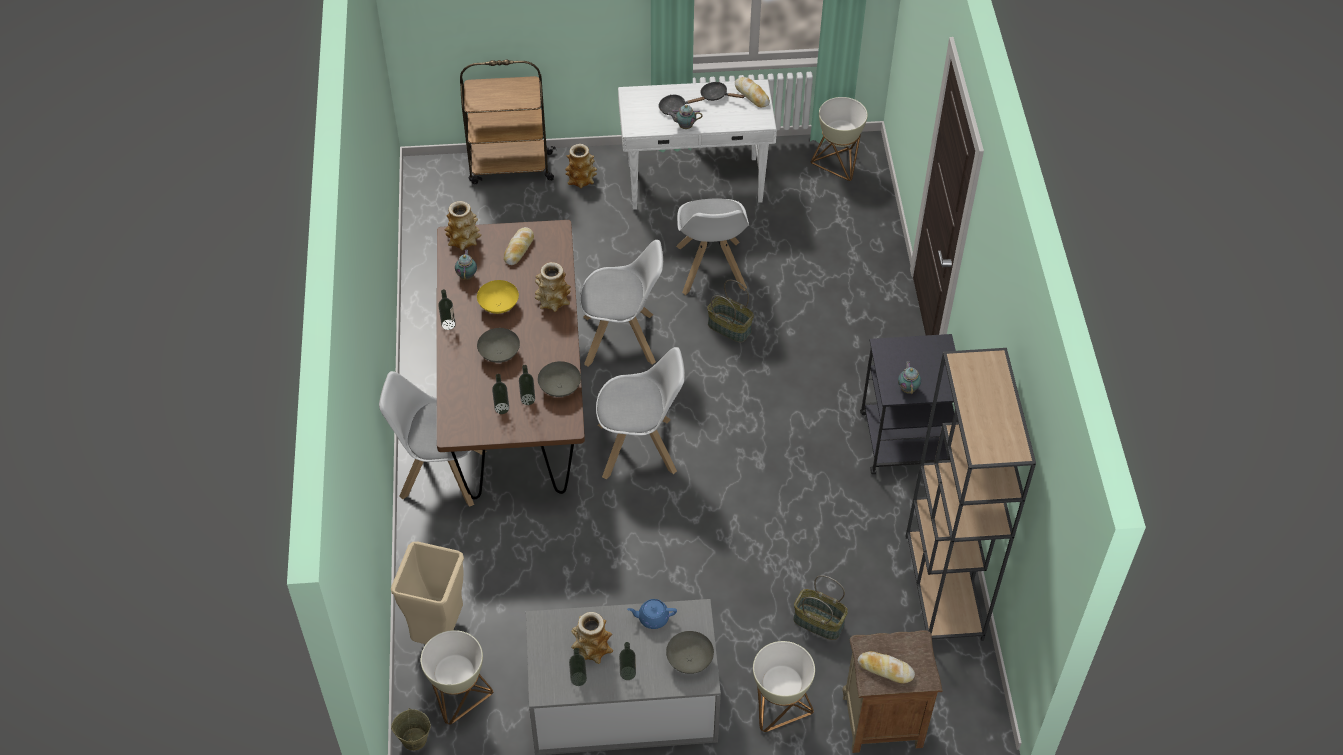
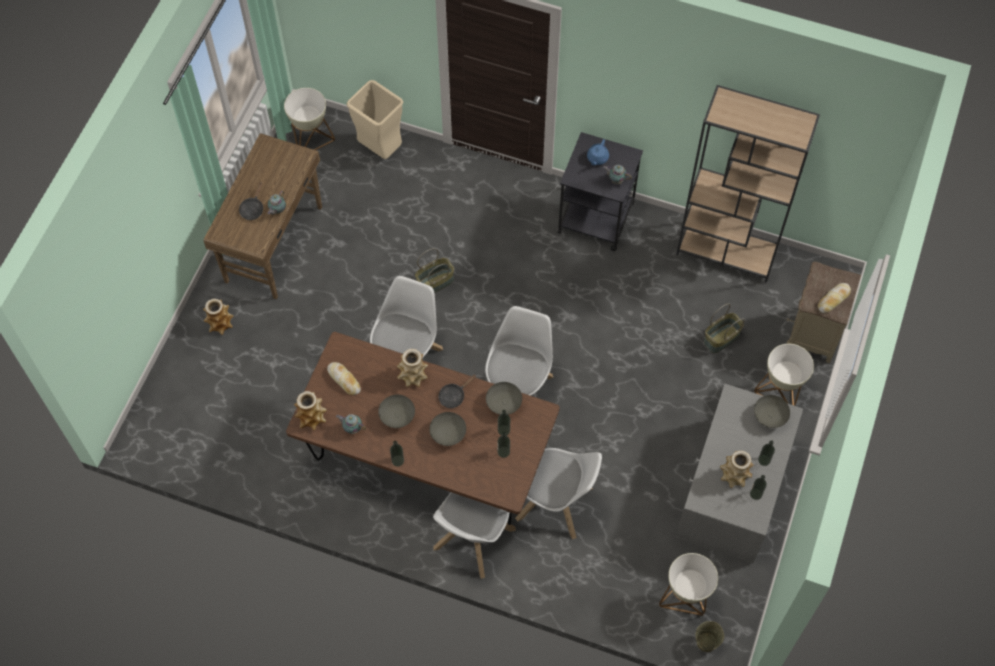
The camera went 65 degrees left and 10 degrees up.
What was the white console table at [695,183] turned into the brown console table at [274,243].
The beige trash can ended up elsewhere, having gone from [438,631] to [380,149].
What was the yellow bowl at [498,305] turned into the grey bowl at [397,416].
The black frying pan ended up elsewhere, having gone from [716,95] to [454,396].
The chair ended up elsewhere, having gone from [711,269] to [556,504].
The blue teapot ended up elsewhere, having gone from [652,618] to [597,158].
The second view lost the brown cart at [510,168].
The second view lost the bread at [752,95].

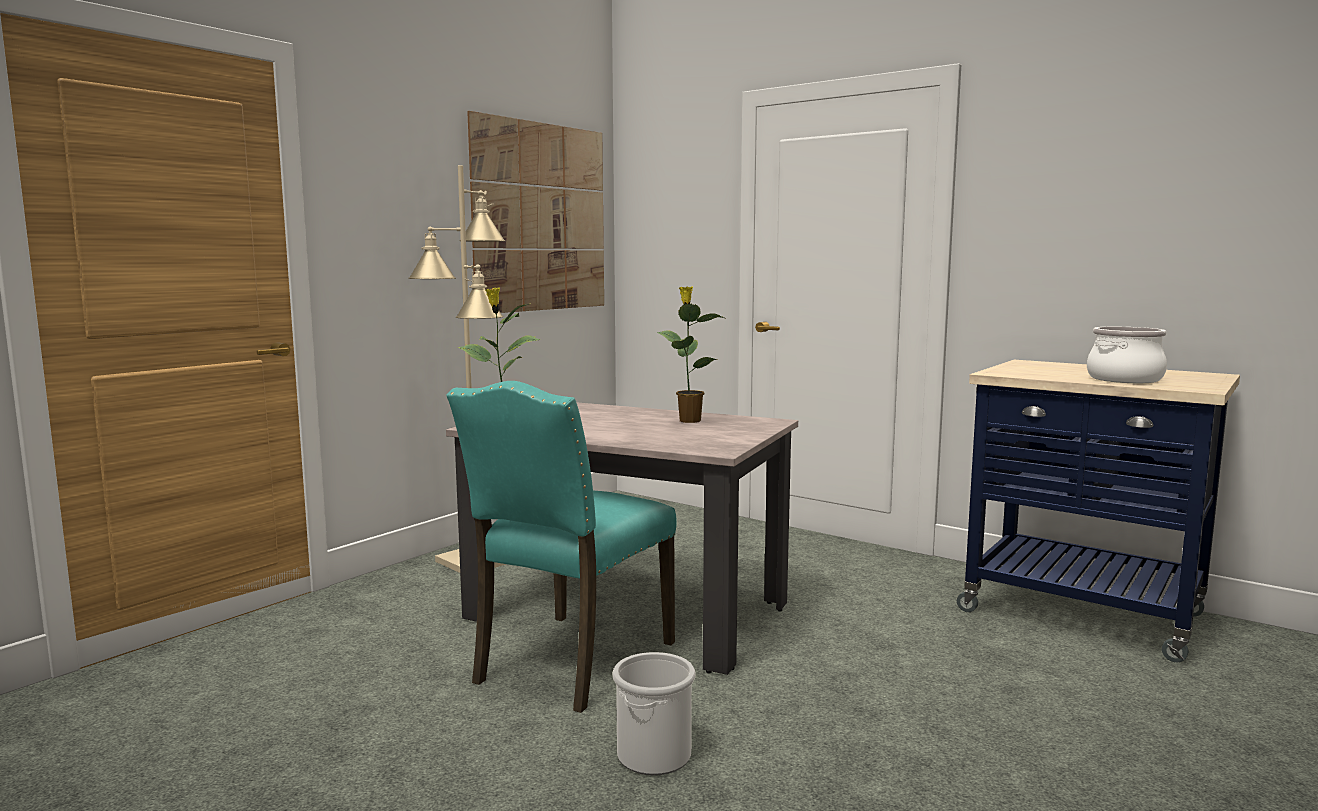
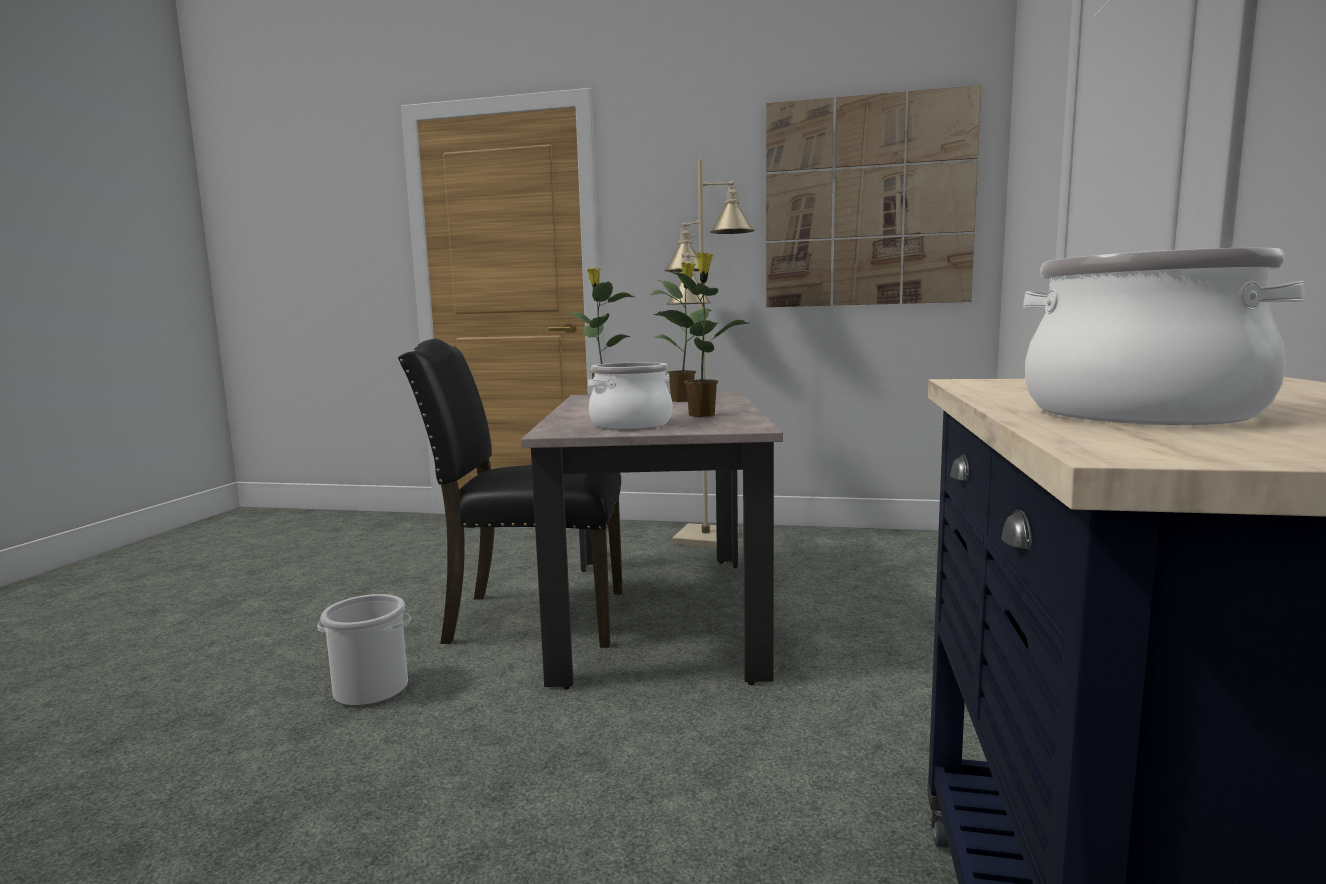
The camera went 65 degrees right and 0 degrees up.
What was the turquoise chair at [570,663] turned into the black chair at [532,618].
The second view gained the cooking pot at [630,424].
The second view gained the potted plant at [684,400].

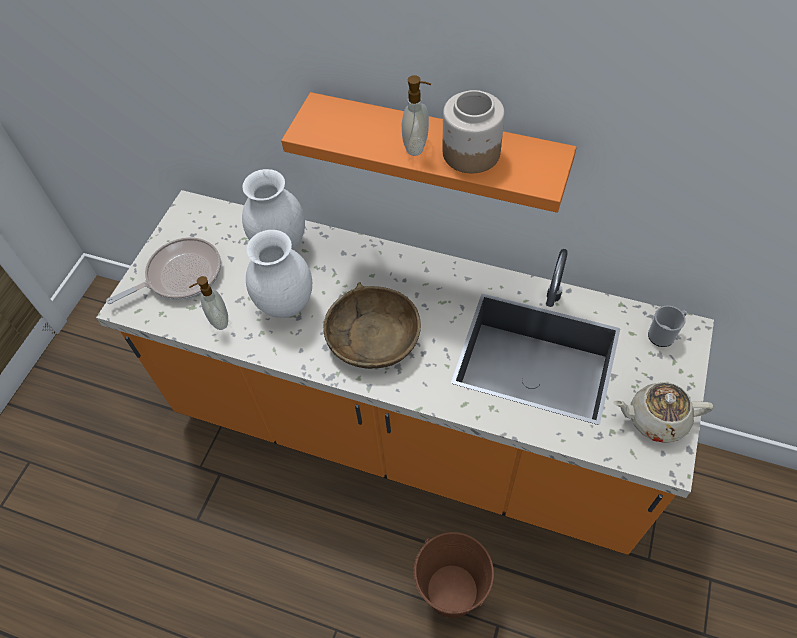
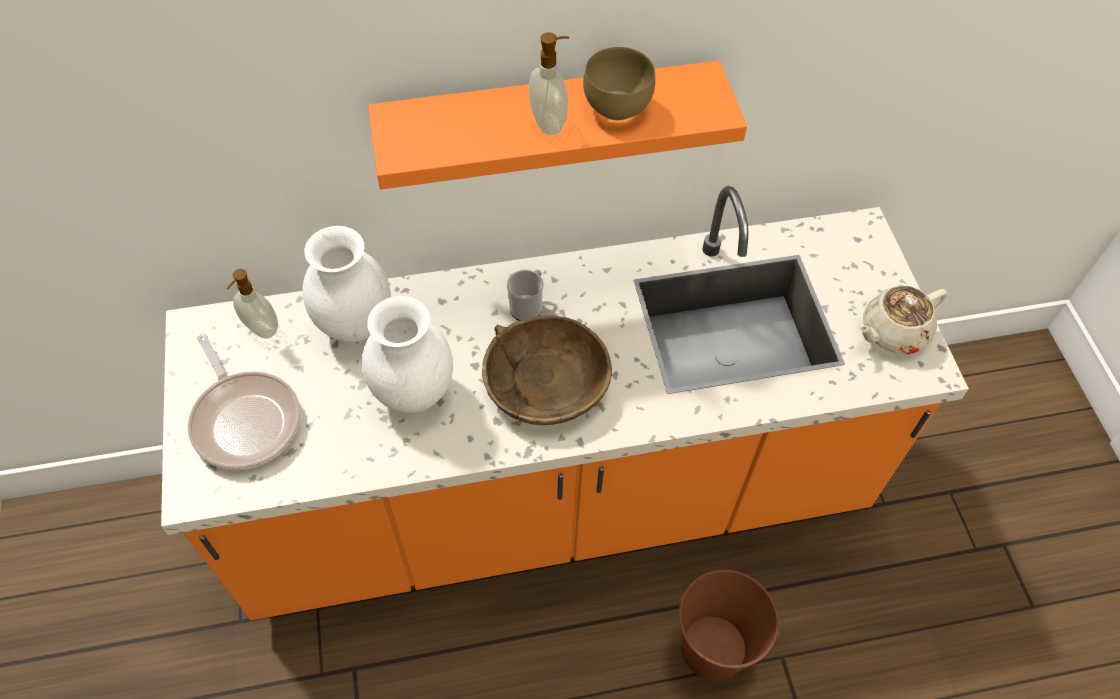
The camera went 35 degrees left and 0 degrees up.
The frying pan at [180,275] ended up facing another way, 120 degrees clockwise from before.
The soap dispenser ended up elsewhere, having gone from [218,321] to [261,329].
The mug ended up elsewhere, having gone from [663,334] to [528,306].
Where the jar stood at [470,153], the brown bowl came to stand at [615,108].

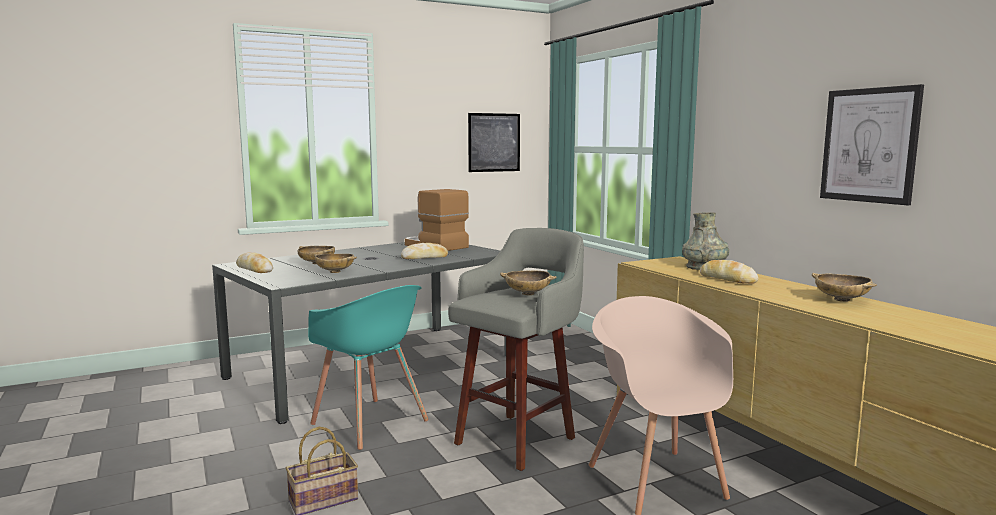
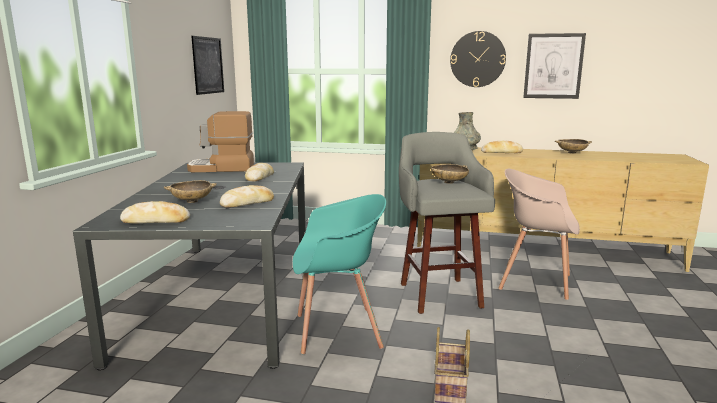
The camera went 50 degrees left and 5 degrees up.
Where the beige bowl stood at [335,272], the bread came to stand at [248,203].
The second view gained the wall clock at [477,59].

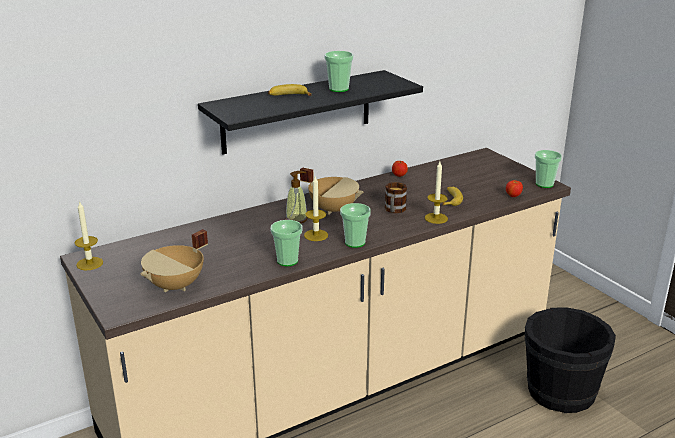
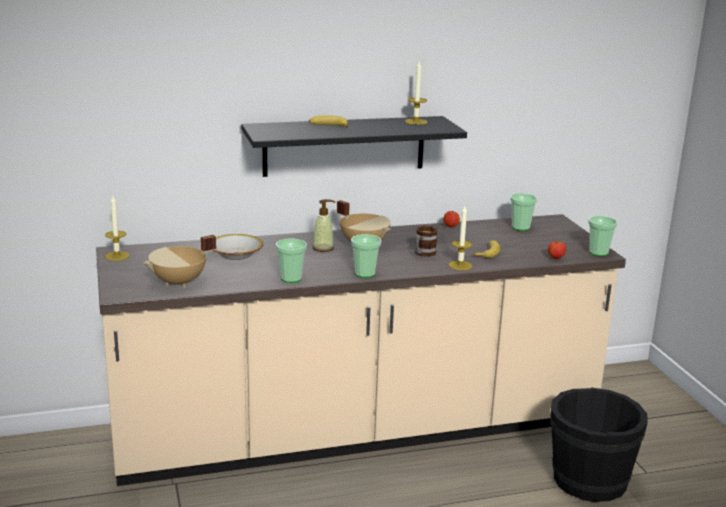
The camera went 15 degrees right and 5 degrees down.
The second view gained the bowl at [236,254].
The candle ended up elsewhere, having gone from [316,235] to [416,121].
The cup ended up elsewhere, having gone from [338,89] to [520,227].

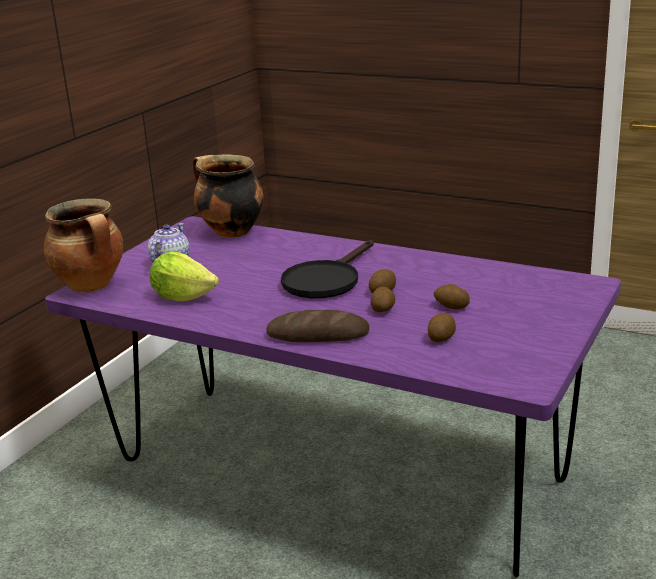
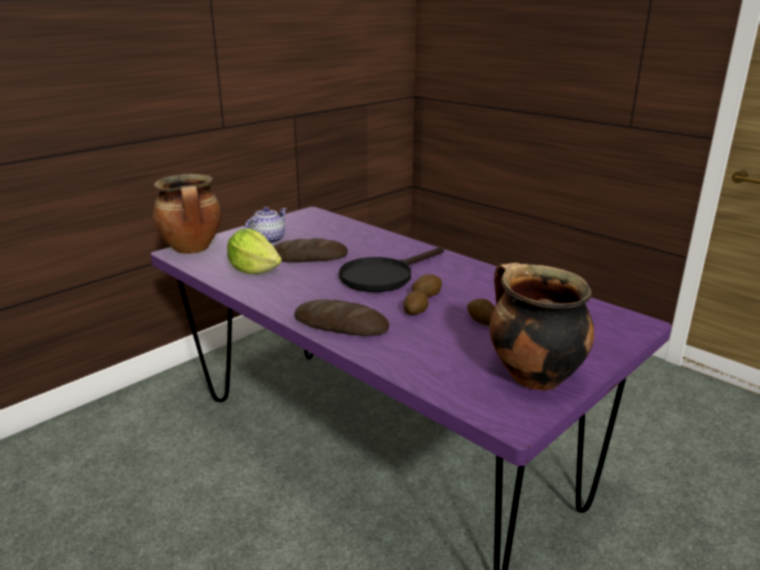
The camera went 15 degrees right and 0 degrees up.
The second view gained the bread at [308,257].
The cooking pot ended up elsewhere, having gone from [230,232] to [532,376].
The second view lost the potato at [441,337].

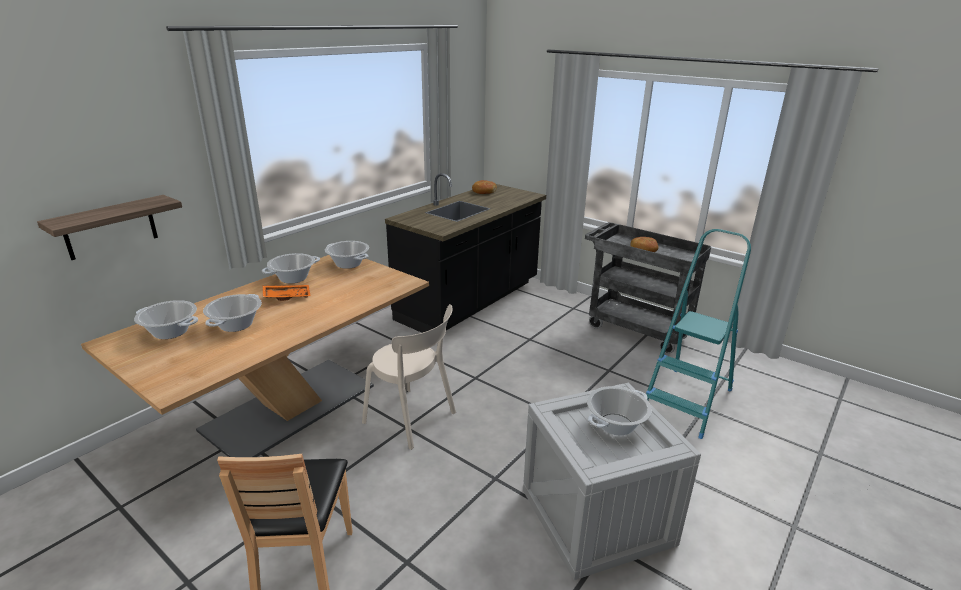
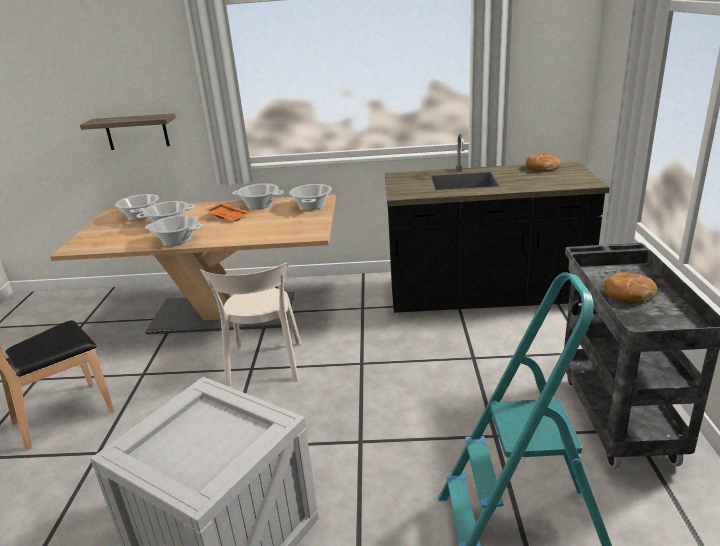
The camera went 55 degrees right and 0 degrees up.
The cooking pot ended up elsewhere, having gone from [616,424] to [177,241].

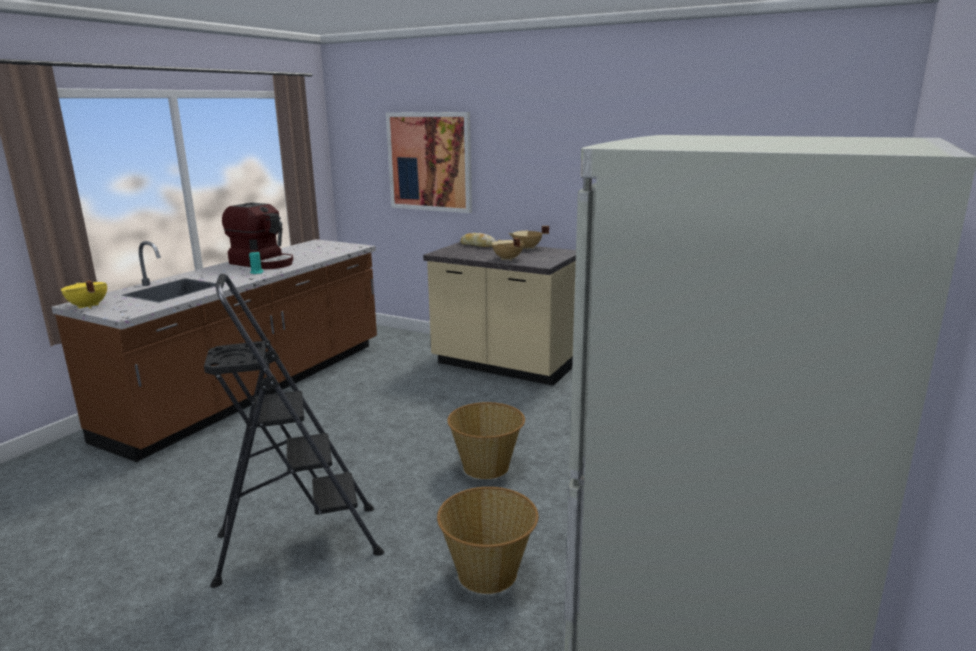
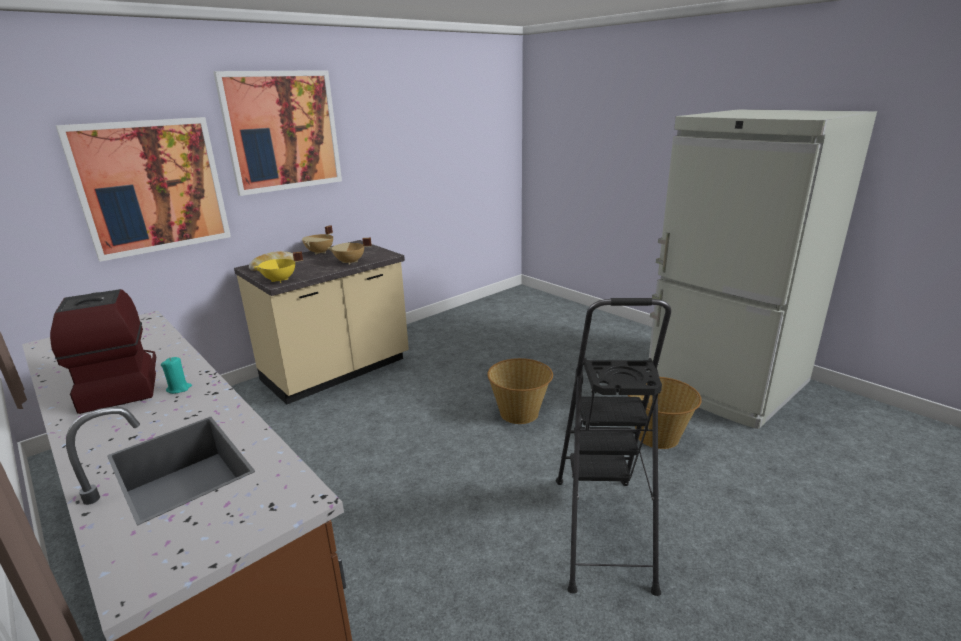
The camera went 70 degrees left and 5 degrees up.
The coffee machine at [263,263] ended up facing another way, 75 degrees counterclockwise from before.
The second view gained the picture at [282,131].
The yellow cooking pot ended up elsewhere, having gone from [87,306] to [280,280].

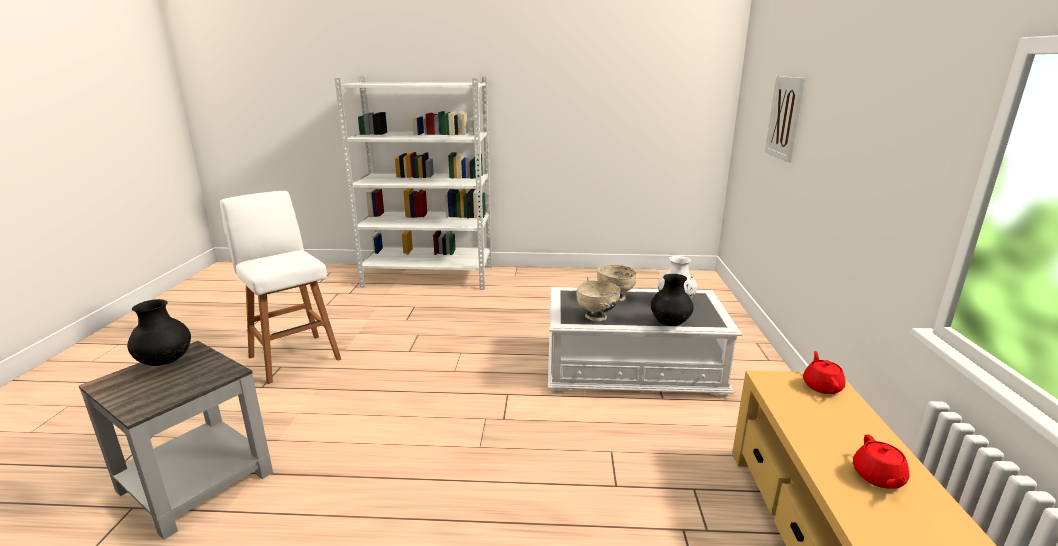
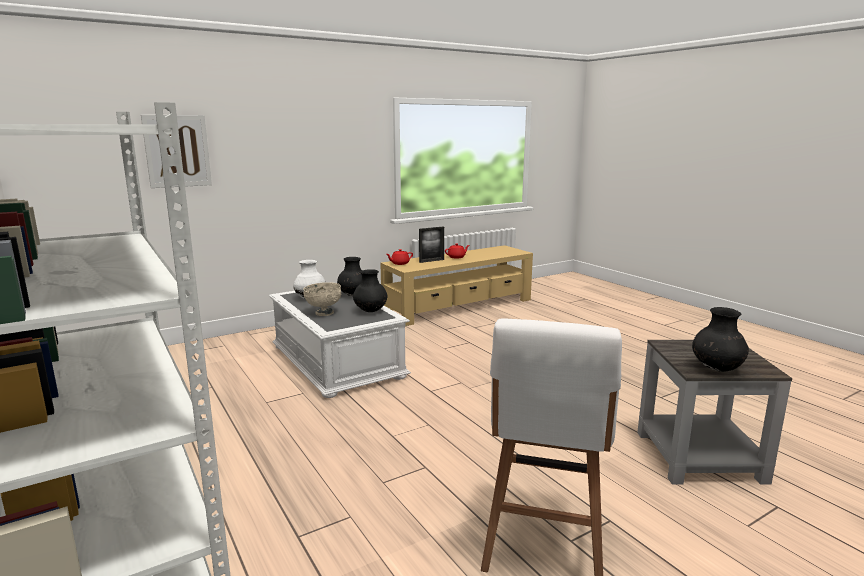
The camera went 125 degrees left and 5 degrees down.
Where the beige bowl stood at [596,317], the black vase came to stand at [370,311].
The second view gained the picture frame at [431,261].

